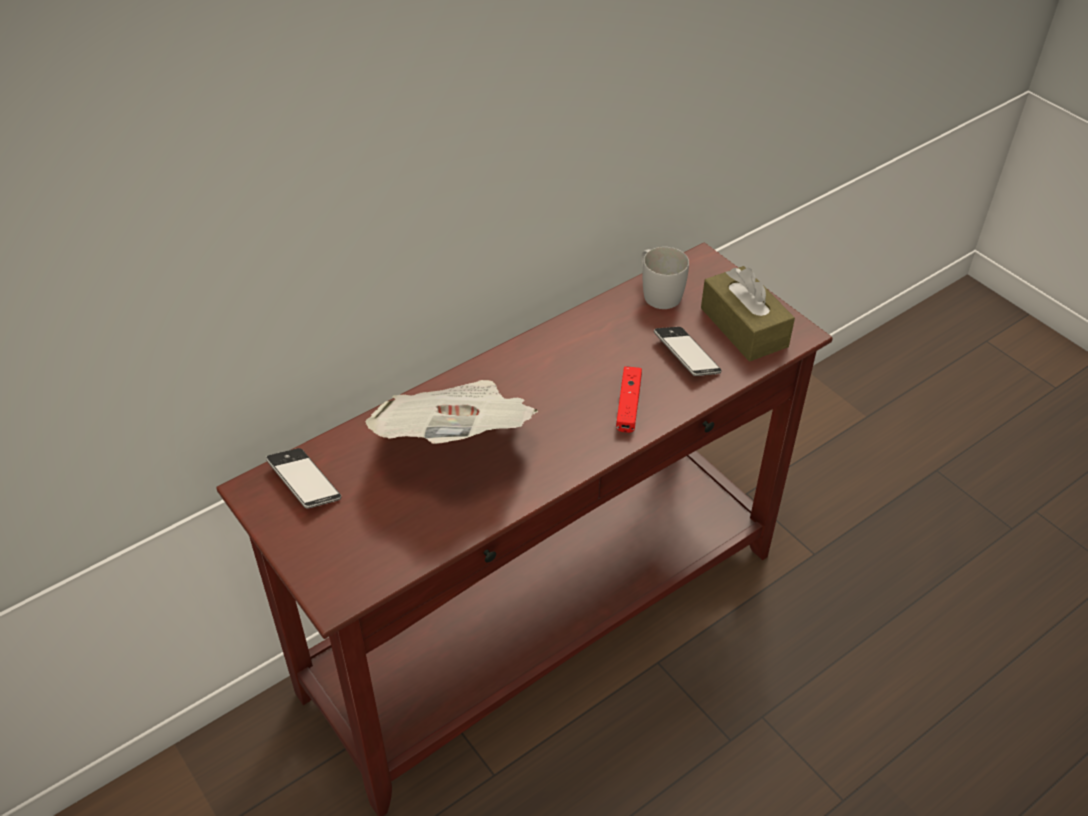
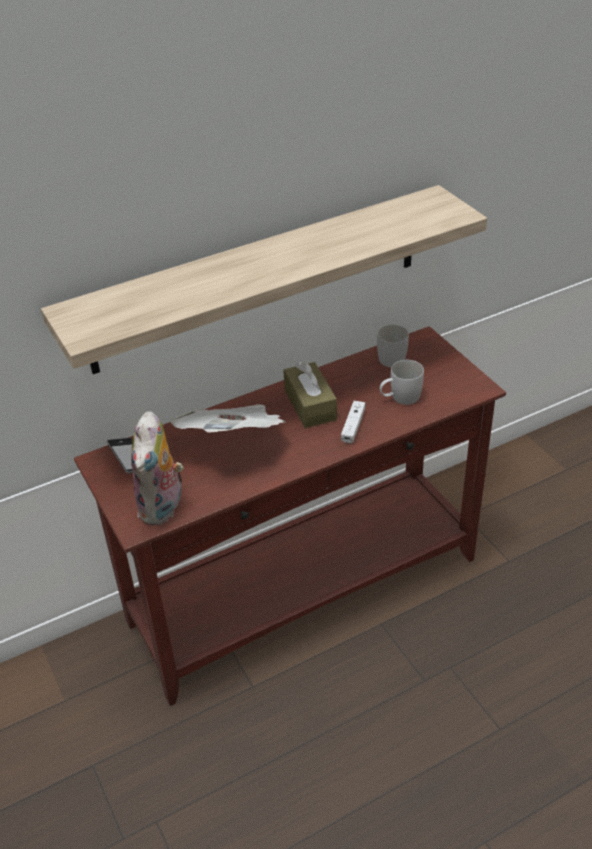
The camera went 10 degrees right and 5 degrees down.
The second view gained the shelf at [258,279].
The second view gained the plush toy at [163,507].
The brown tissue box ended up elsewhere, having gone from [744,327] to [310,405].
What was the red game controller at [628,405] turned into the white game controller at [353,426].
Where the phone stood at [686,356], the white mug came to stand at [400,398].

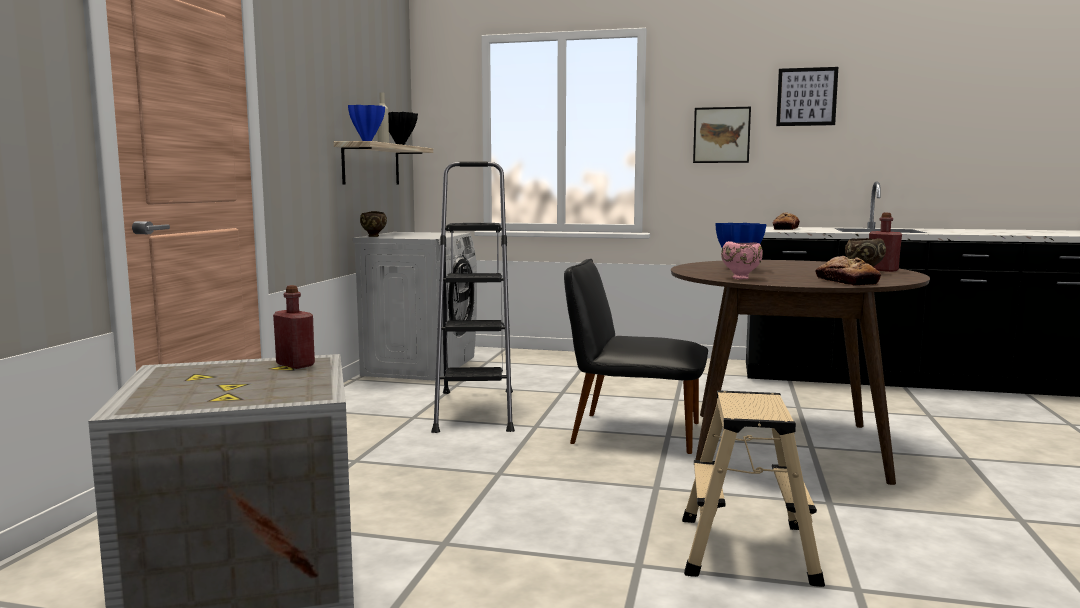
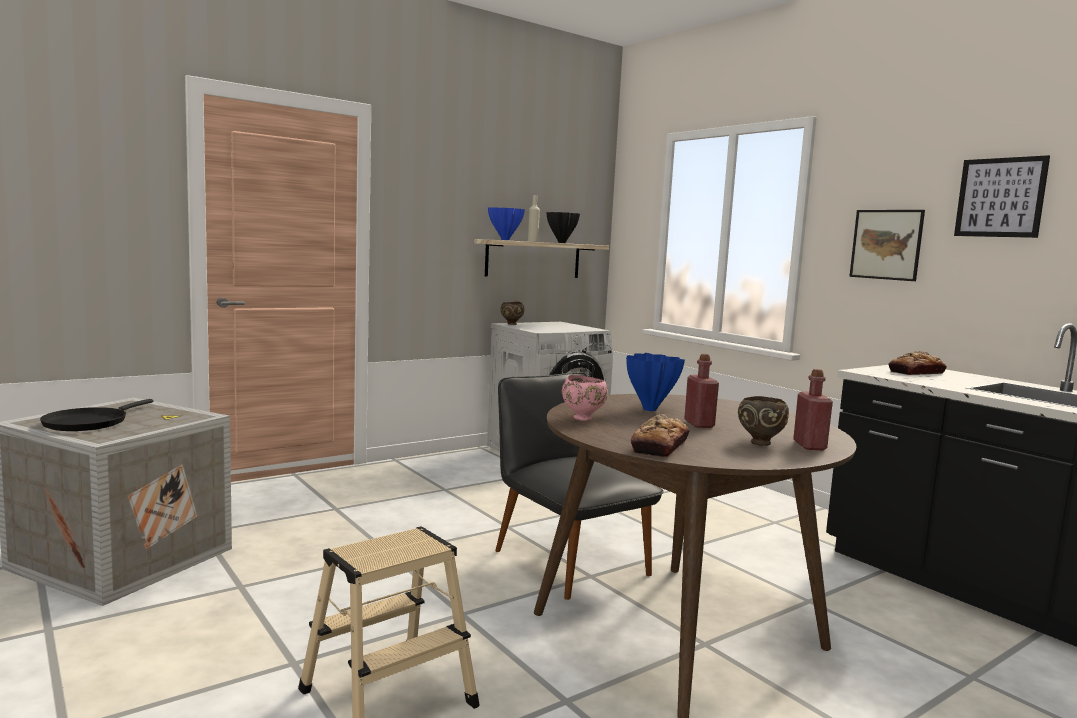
The camera went 40 degrees right and 0 degrees up.
The second view gained the black frying pan at [89,423].
The red bottle ended up elsewhere, having gone from [295,365] to [699,424].
The second view lost the step ladder at [476,409].

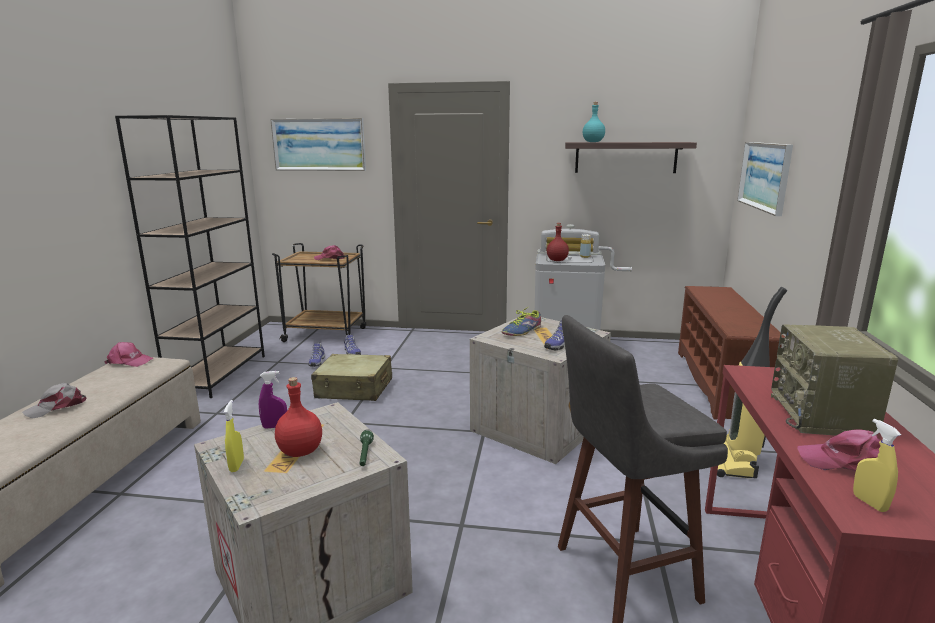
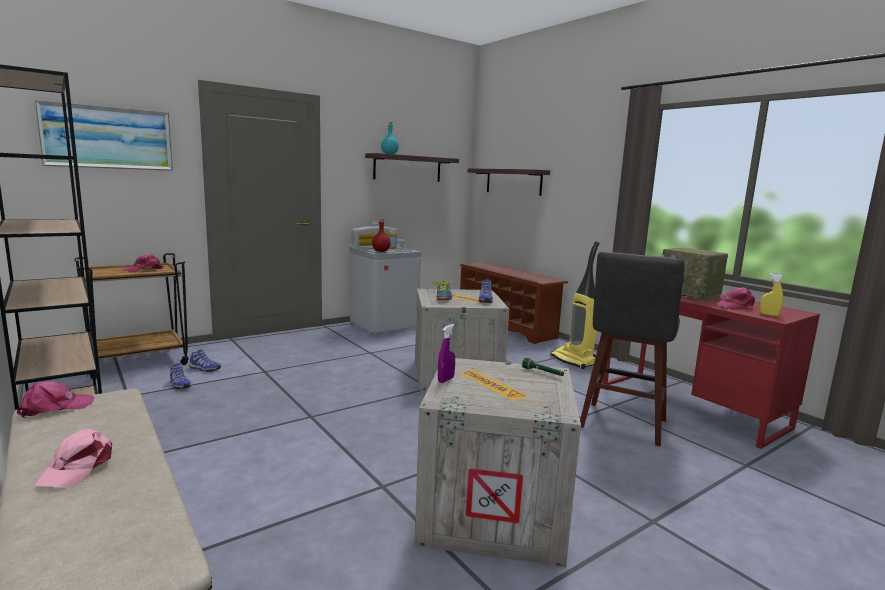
The camera went 45 degrees left and 5 degrees down.
What was the grey cap at [57,407] turned into the pink cap at [78,467].
Where the picture hung at [764,176], the shelf came to hang at [513,181].
The second view lost the yellow spray bottle at [236,466].
The second view lost the red bottle at [299,451].
The second view lost the beige suitcase at [354,389].

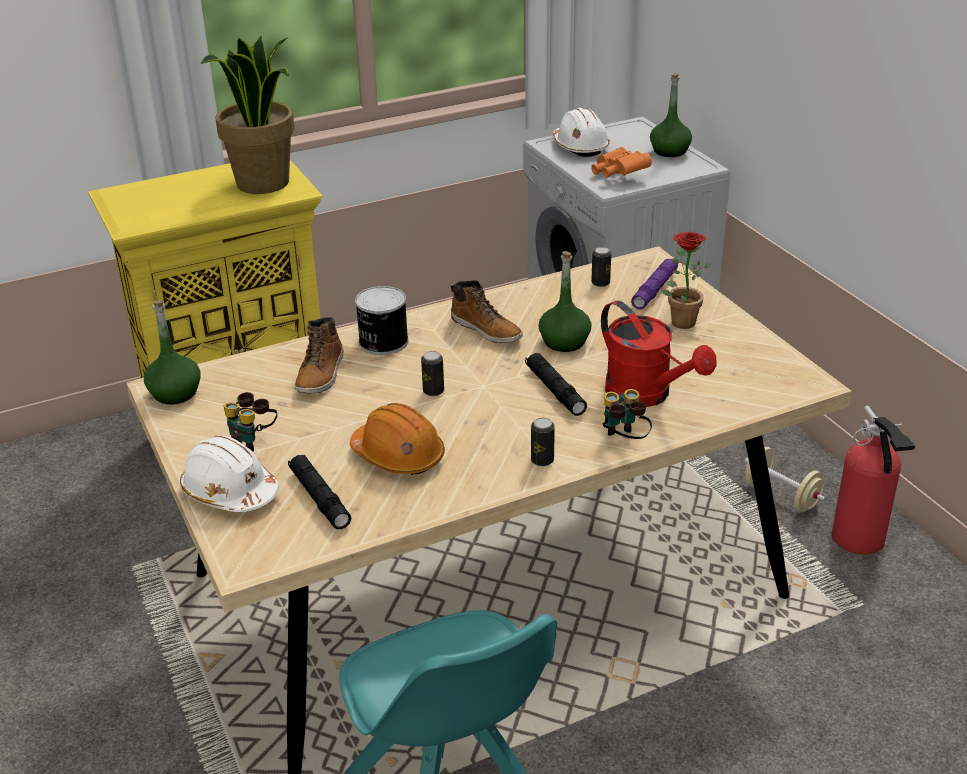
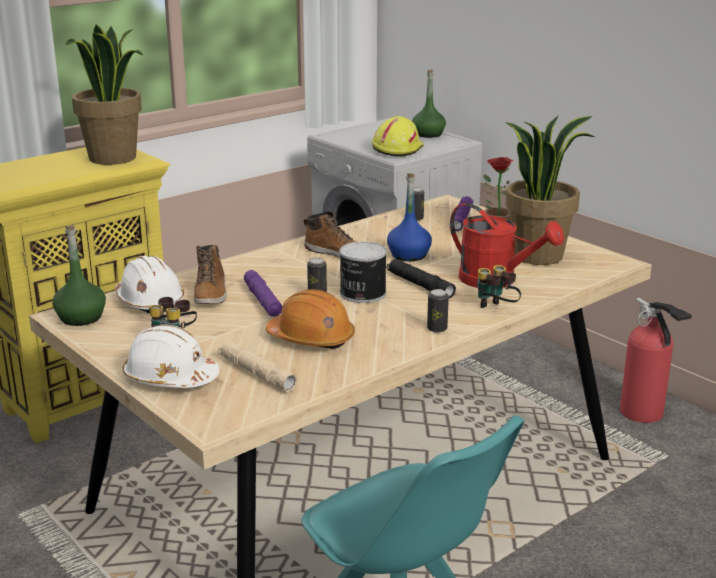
The camera went 15 degrees left and 10 degrees down.
The white hard hat ended up elsewhere, having gone from [580,146] to [149,301].
What was the black flashlight at [319,498] turned into the beige flashlight at [257,373].
The second view gained the purple flashlight at [263,300].
The can ended up elsewhere, having gone from [382,342] to [361,293].
Where the orange binoculars stood at [618,174], the yellow hard hat came to stand at [396,149].
What was the green bottle at [564,342] turned into the blue bottle at [409,255].
The second view gained the potted plant at [538,255].
The second view lost the beige dumbbell at [781,496].

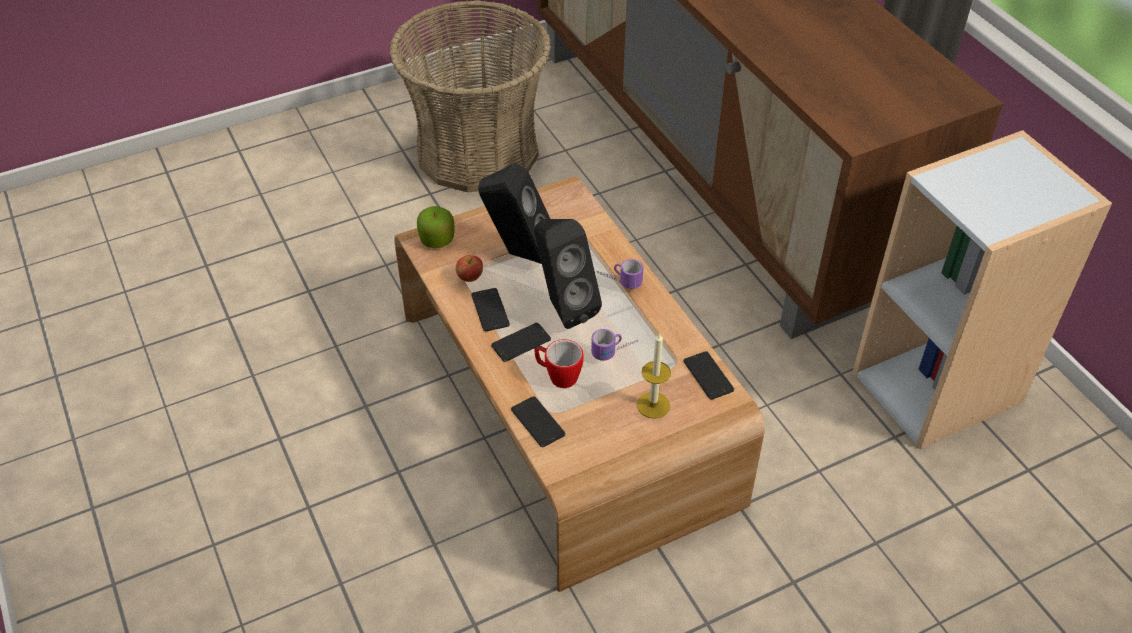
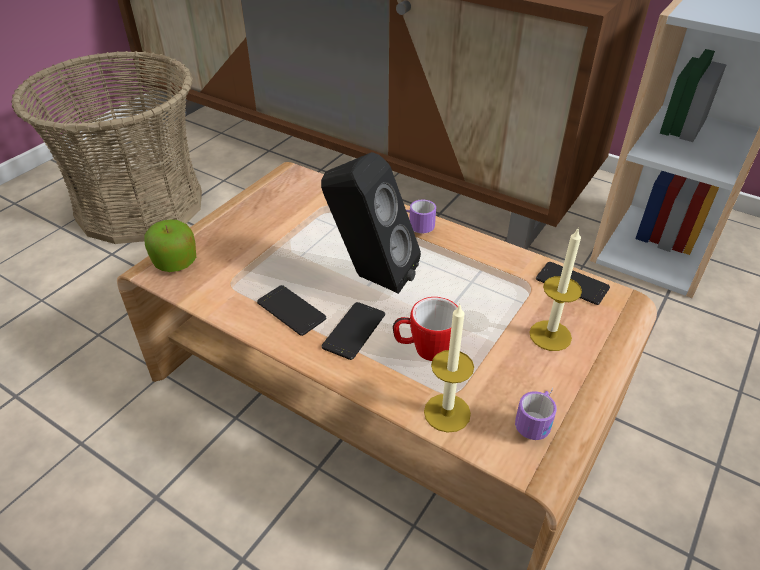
The camera went 30 degrees left and 5 degrees down.
Where the phone stood at [538,422], the candle came to stand at [447,412].
The mug ended up elsewhere, having gone from [615,352] to [539,417].
The second view lost the apple at [470,277].
The second view lost the black speaker at [517,253].

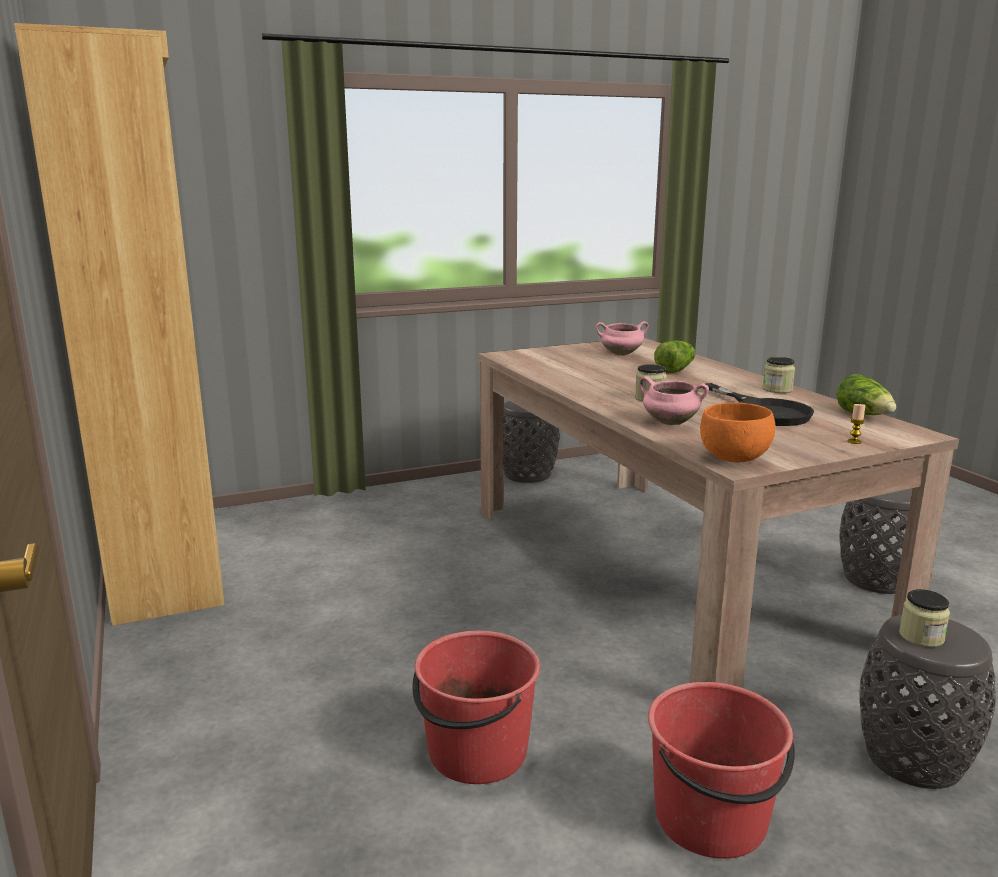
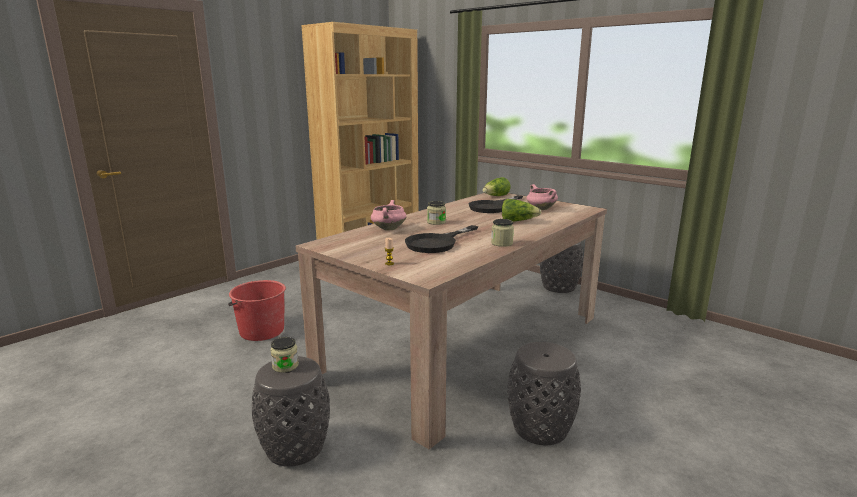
The camera went 65 degrees right and 0 degrees up.
The second view gained the black frying pan at [493,207].
The lettuce ended up elsewhere, having gone from [864,416] to [496,196].
The second view lost the red bucket at [712,819].
The second view lost the orange bowl at [733,458].

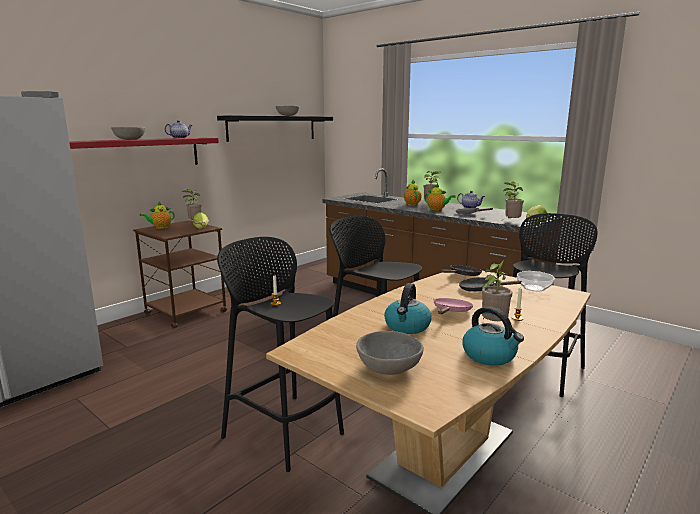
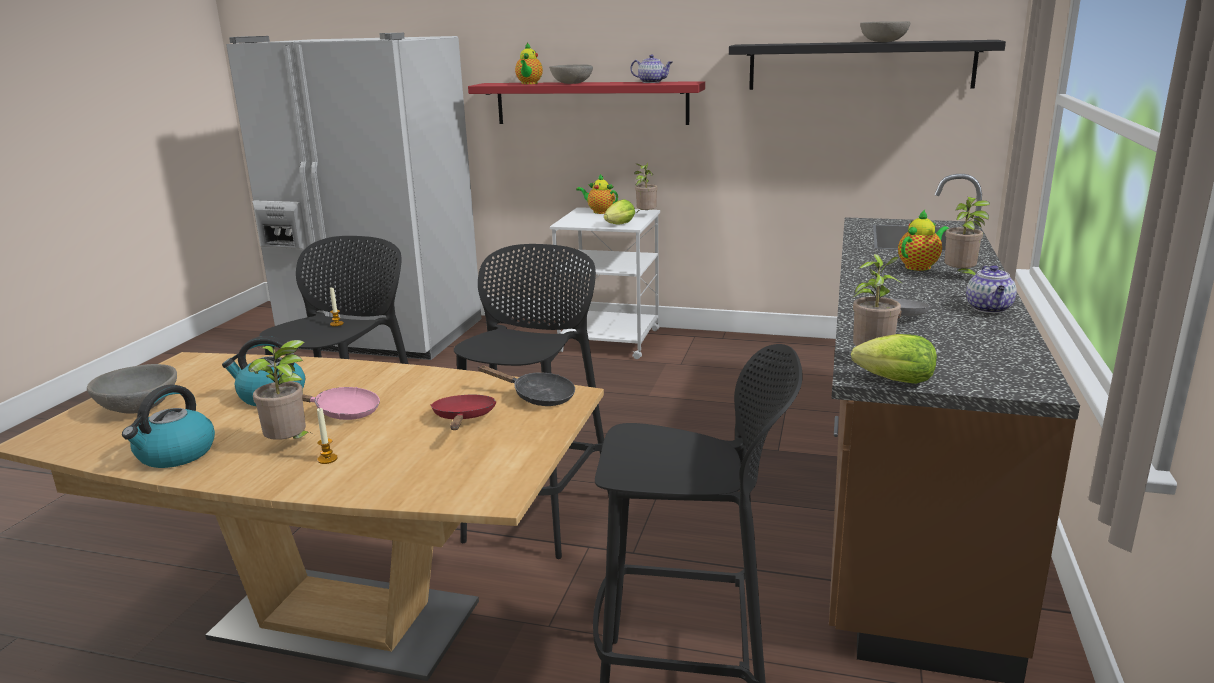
The camera went 65 degrees right and 5 degrees up.
What was the black frying pan at [480,289] turned into the red frying pan at [464,418].
The teapot ended up elsewhere, having gone from [437,209] to [529,83].
What was the brown cart at [187,312] turned into the white cart at [611,341].
The second view lost the bowl at [534,288].

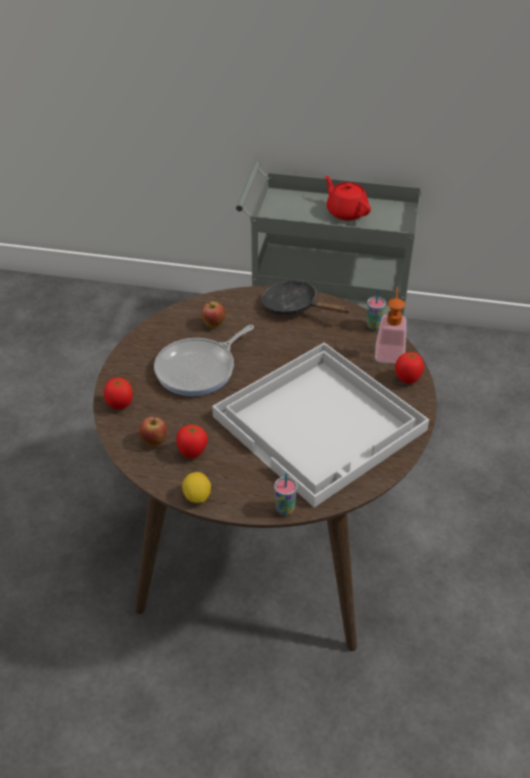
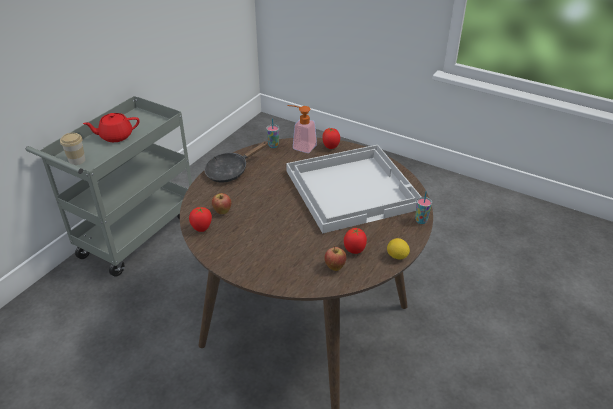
The camera went 70 degrees left and 5 degrees down.
The second view gained the cup at [77,160].
The tomato ended up elsewhere, having gone from [120,405] to [202,229].
The second view lost the frying pan at [199,369].

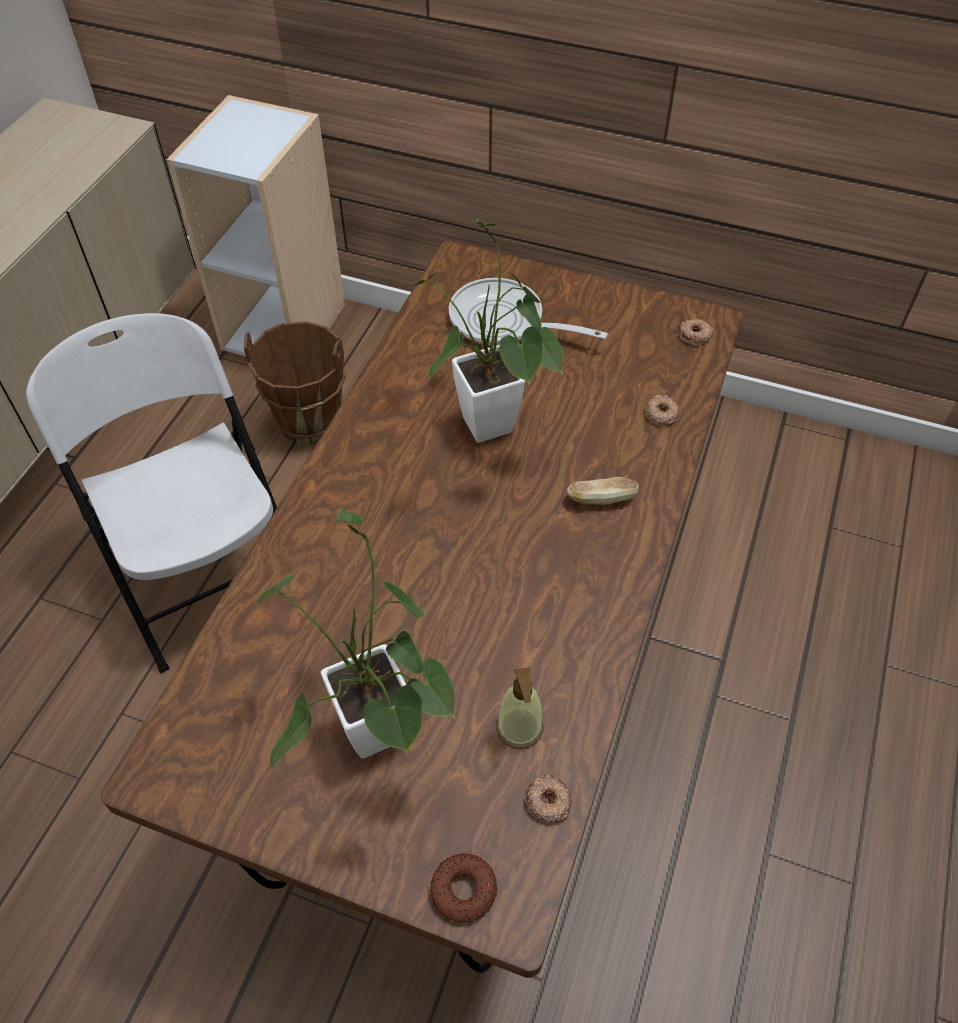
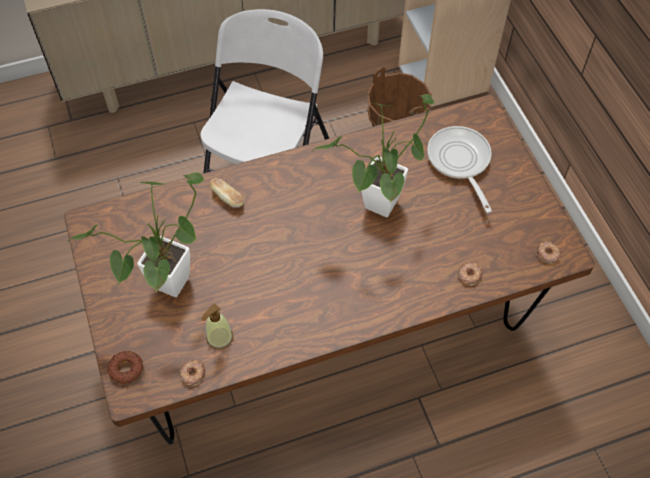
The camera went 50 degrees right and 5 degrees up.
The bread ended up elsewhere, having gone from [601,499] to [227,197].

